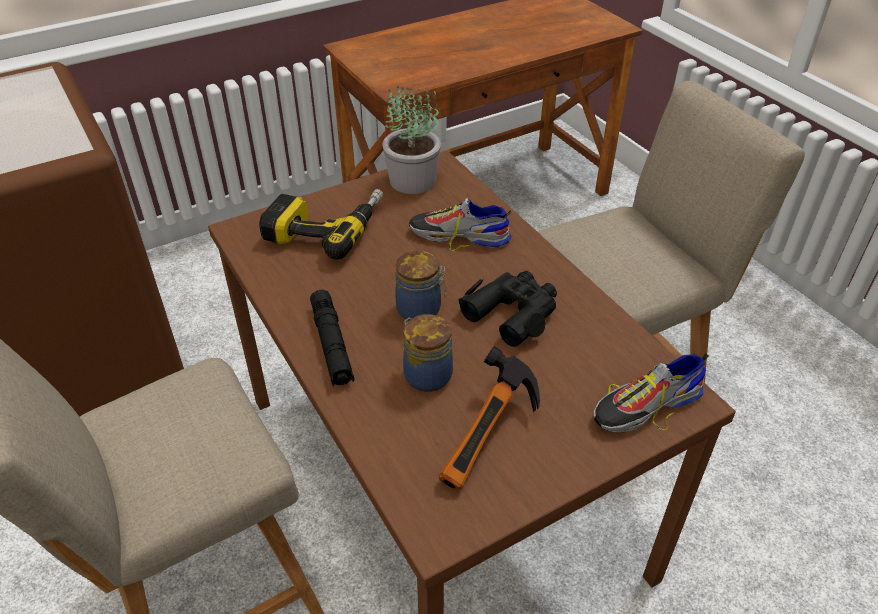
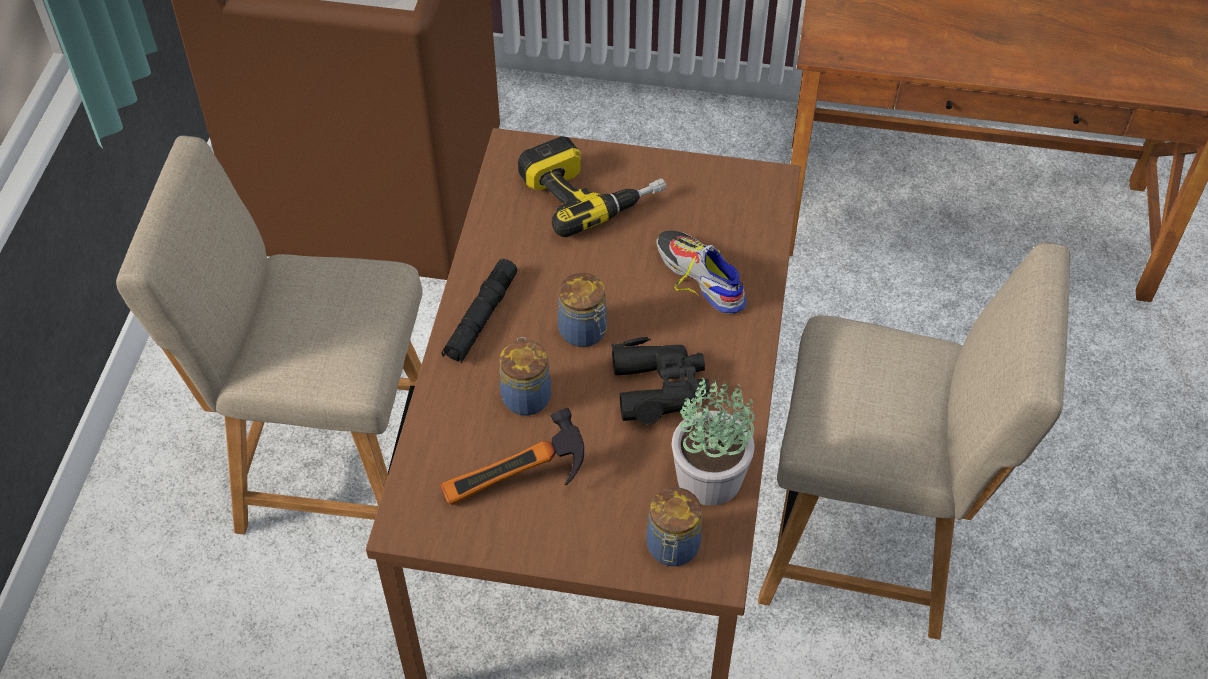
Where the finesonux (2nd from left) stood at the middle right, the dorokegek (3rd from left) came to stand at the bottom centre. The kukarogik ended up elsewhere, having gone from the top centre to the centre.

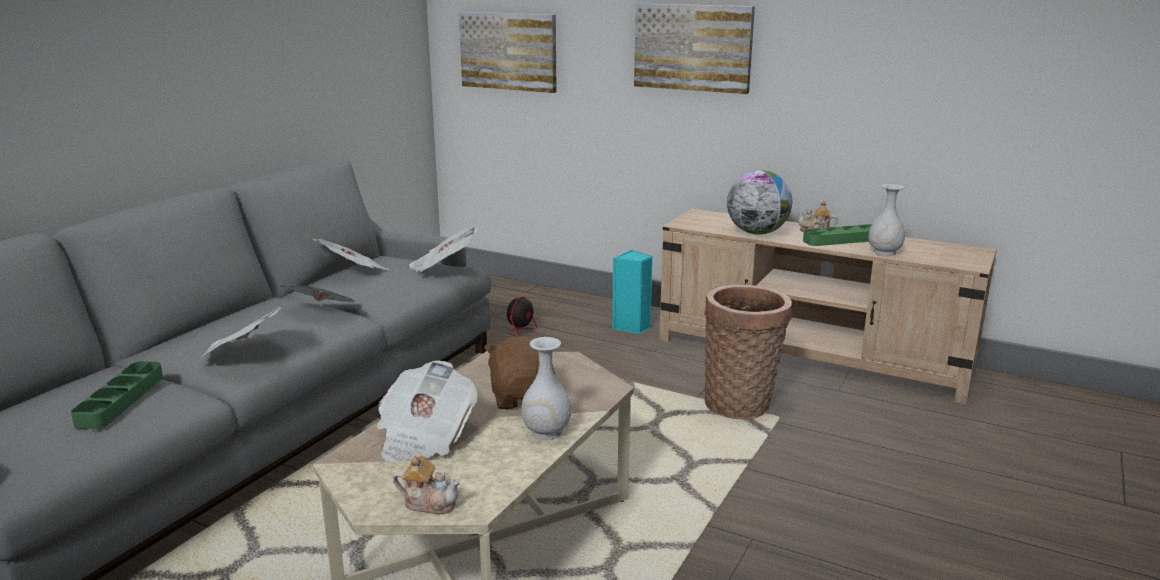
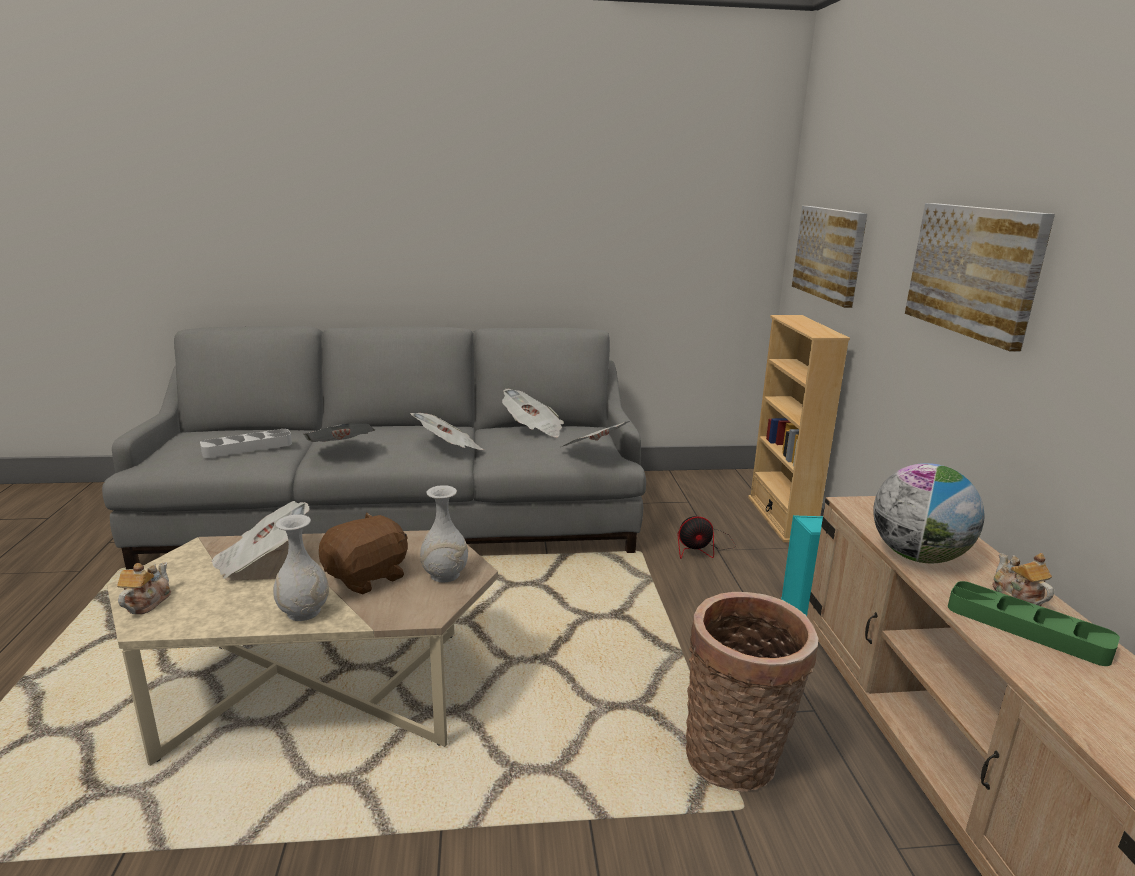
The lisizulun (1st from left) at the bottom centre ended up facing another way, 150 degrees counterclockwise from before. What was the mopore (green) (1st from left) at the bottom left turned into the mopore (grey) at the middle left. The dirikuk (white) (2nd from left) ended up elsewhere, having gone from the middle right to the centre. The second view gained the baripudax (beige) at the middle right.

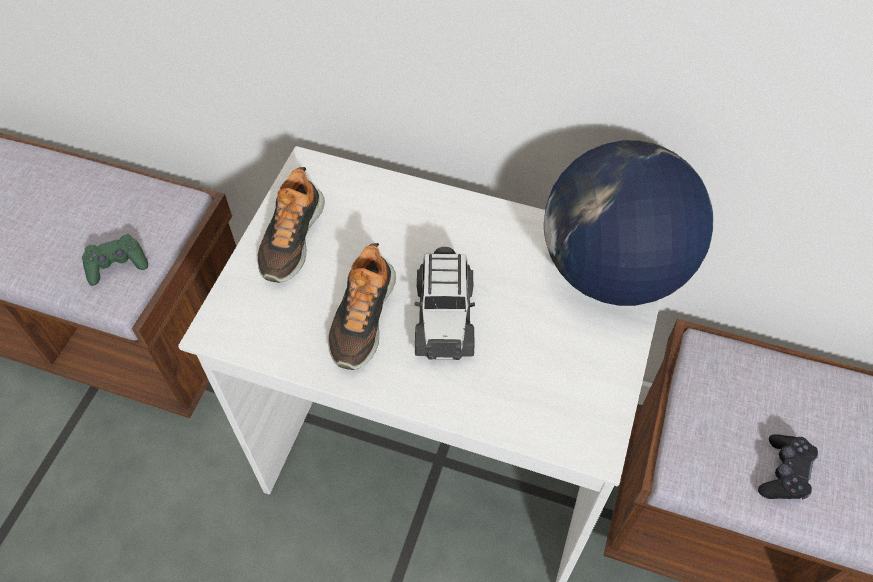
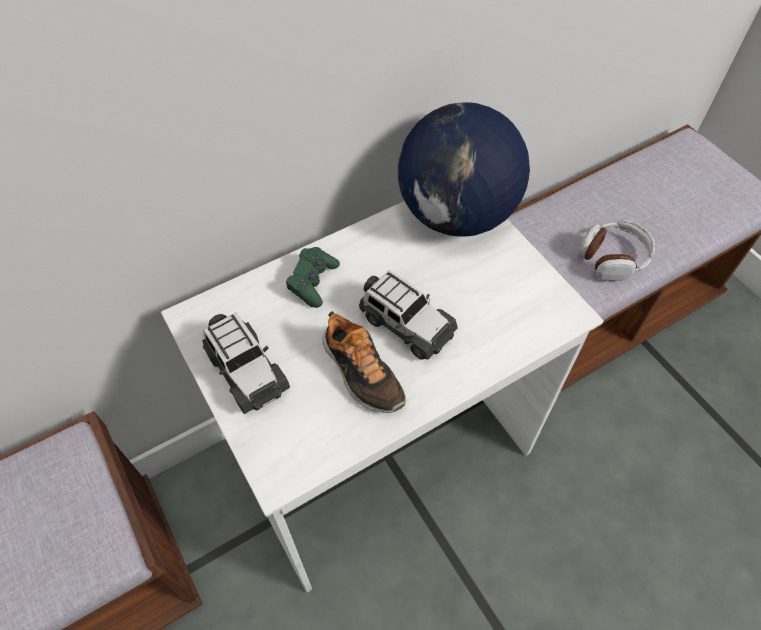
Where the finesonux (1st from left) stood at the centre, the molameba (1st from left) came to stand at the middle left. The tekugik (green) ended up elsewhere, having gone from the middle left to the centre. Where the tekugik (black) stood at the bottom right, the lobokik came to stand at the middle right.

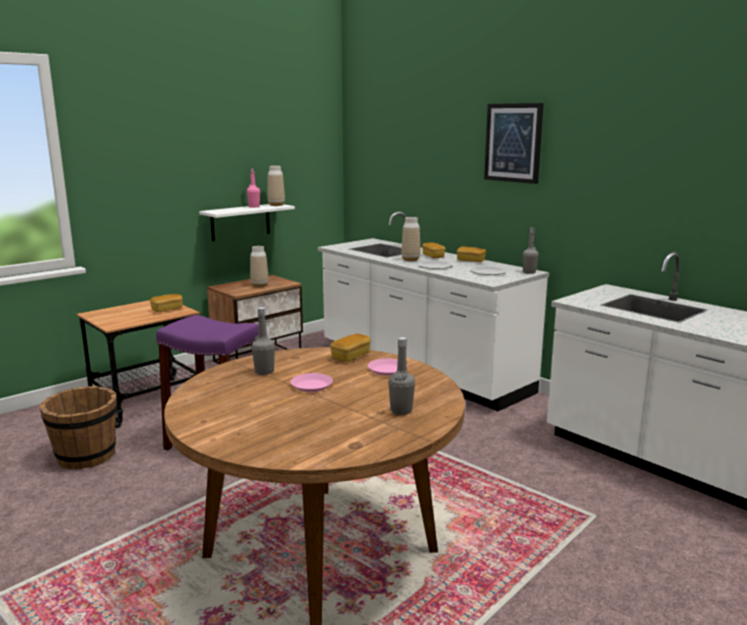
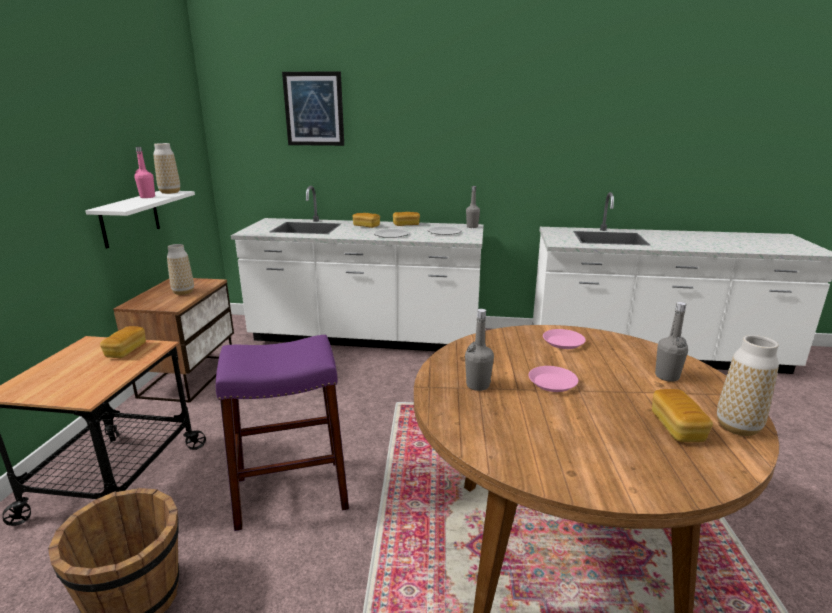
The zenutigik ended up elsewhere, having gone from the top right to the top centre. The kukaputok (2nd from left in the first image) ended up elsewhere, having gone from the centre to the bottom right. The dirikuk (3rd from left) ended up elsewhere, having gone from the centre to the middle right.

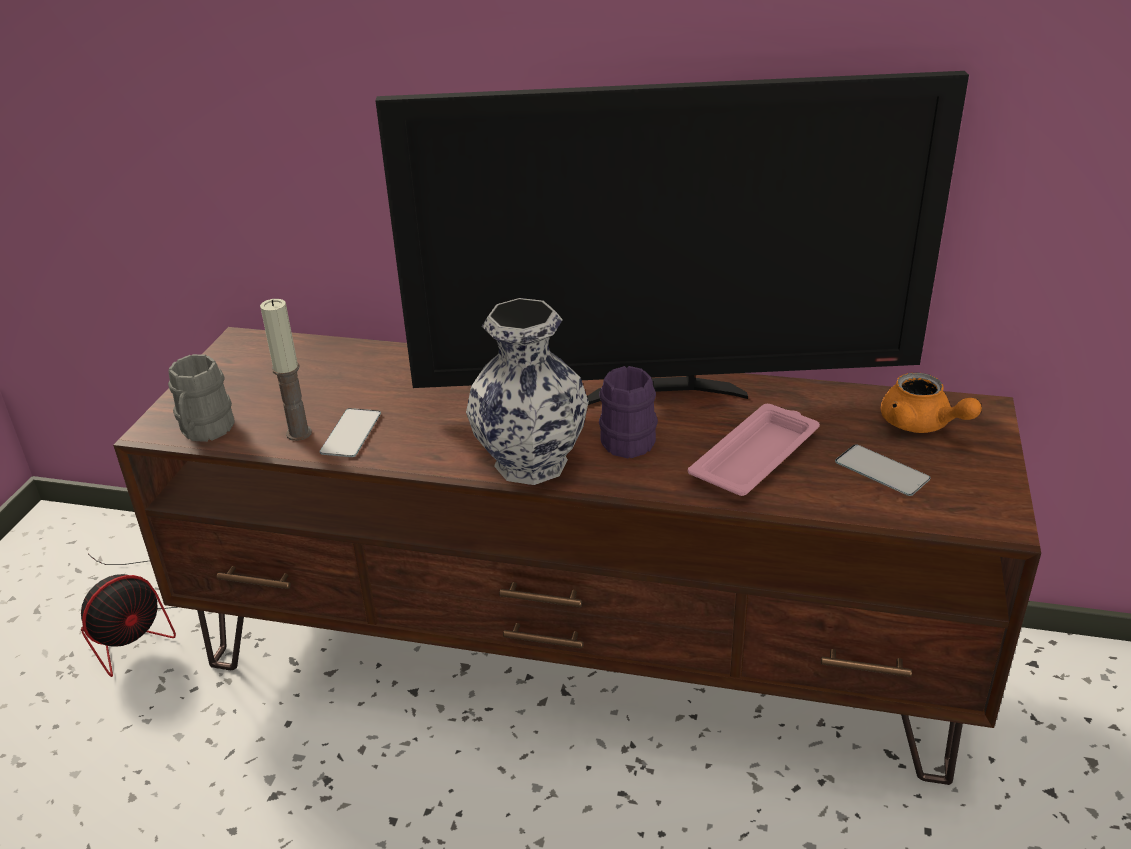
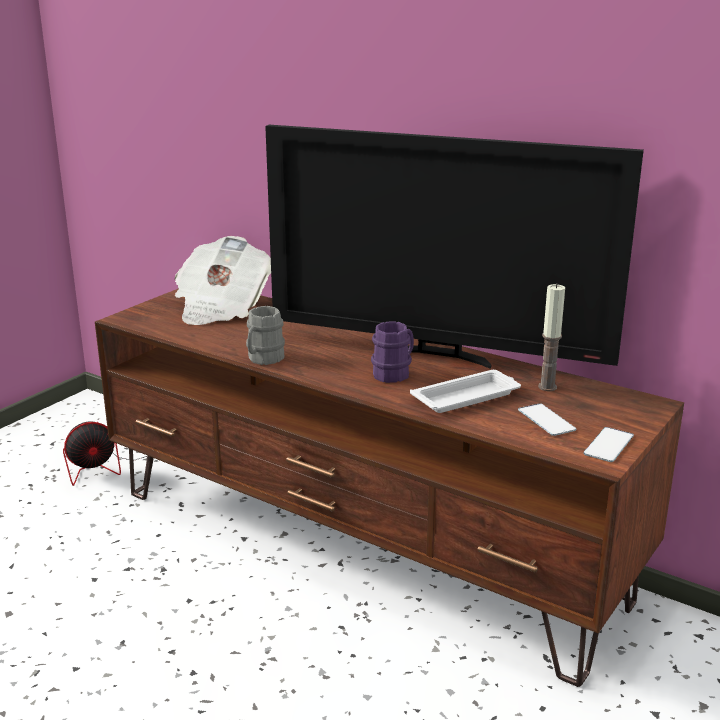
The second view gained the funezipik at the middle left. The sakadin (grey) ended up elsewhere, having gone from the middle left to the centre. What was the mopore (pink) at the middle right turned into the mopore (white) at the centre. The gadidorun ended up elsewhere, having gone from the middle left to the middle right. The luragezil (1st from left in the first image) ended up elsewhere, having gone from the middle left to the middle right. The second view lost the dirikuk at the centre. The second view lost the lisizulun (orange) at the middle right.

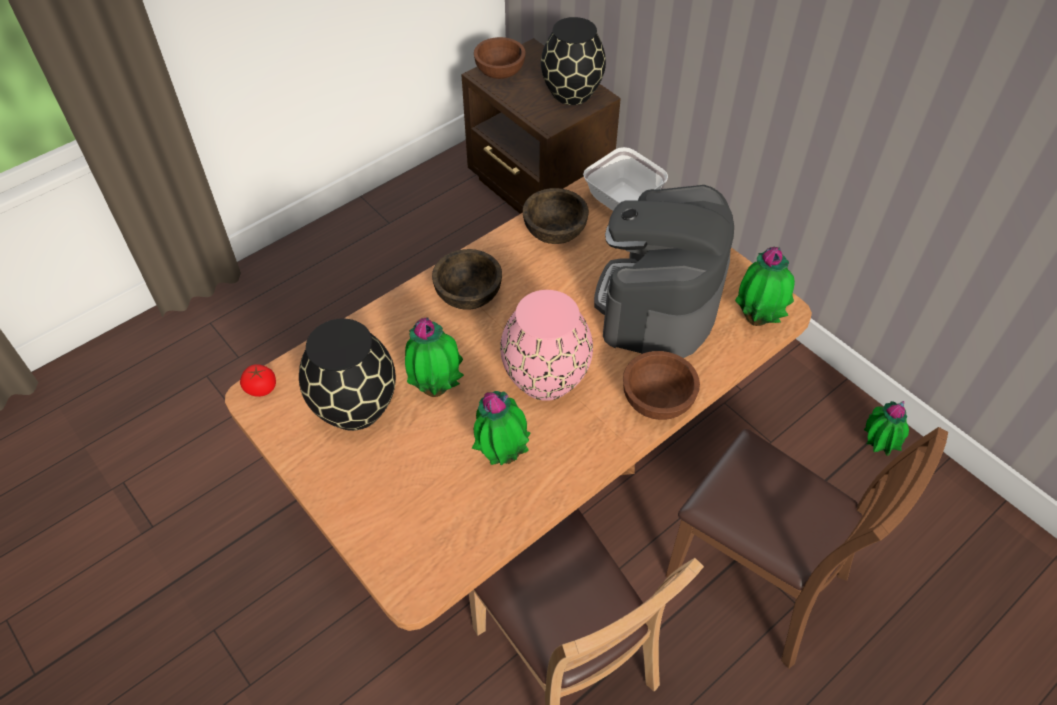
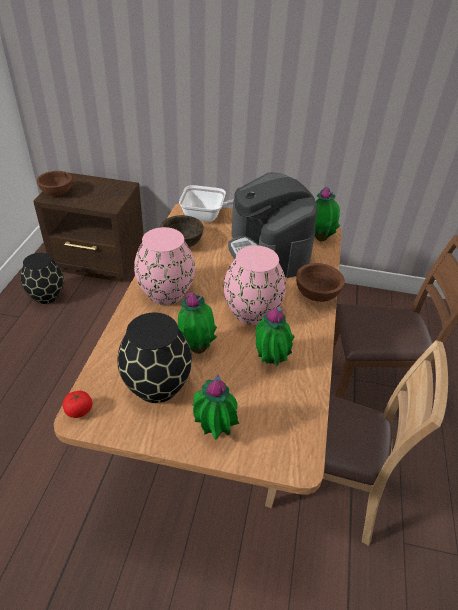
The dirikuk (black) (2nd from left in the first image) ended up elsewhere, having gone from the top centre to the middle left. Where the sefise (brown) (1st from left) stood at the centre, the dirikuk (pink) (1st from left) came to stand at the centre. The kukarogik (4th from left in the first image) ended up elsewhere, having gone from the middle right to the bottom centre.

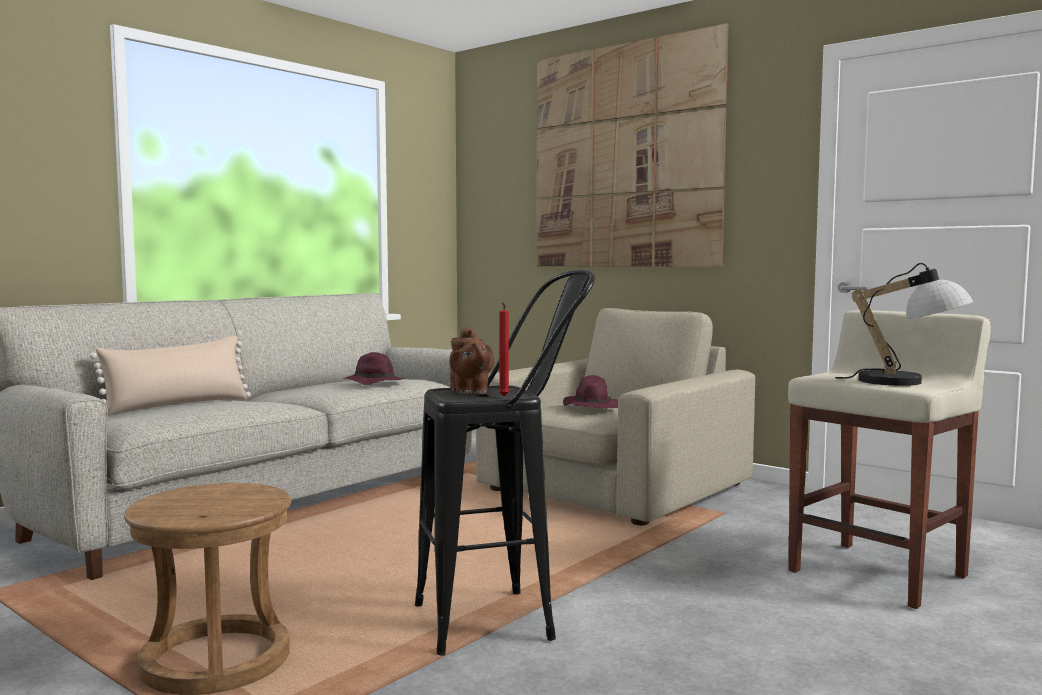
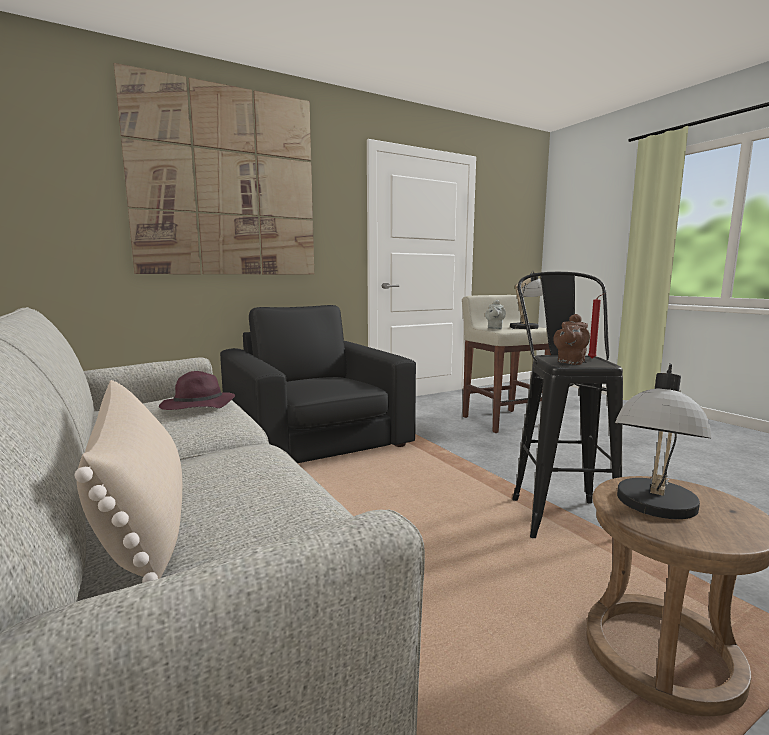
What was the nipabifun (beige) at the centre turned into the nipabifun (black) at the centre. The second view gained the lisizulun (grey) at the centre. The lisizulun (brown) at the centre ended up facing another way, 120 degrees clockwise from before. The second view gained the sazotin (2nd from left) at the middle right. The second view lost the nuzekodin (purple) (2nd from left) at the centre.

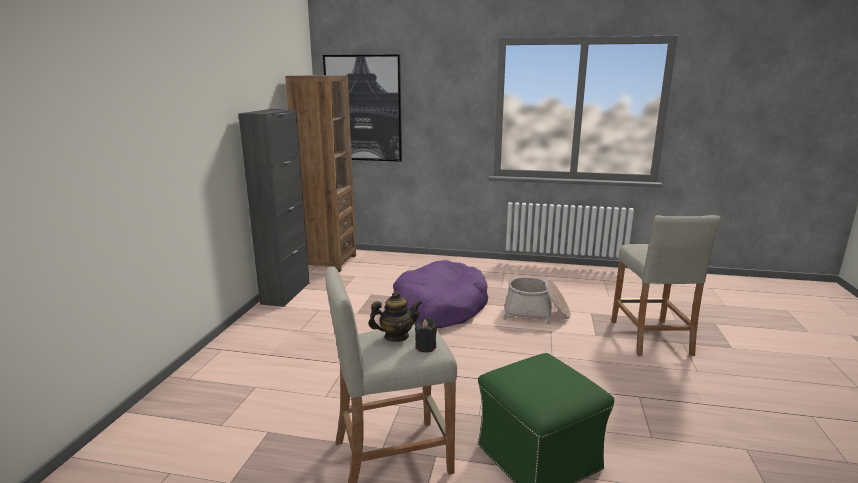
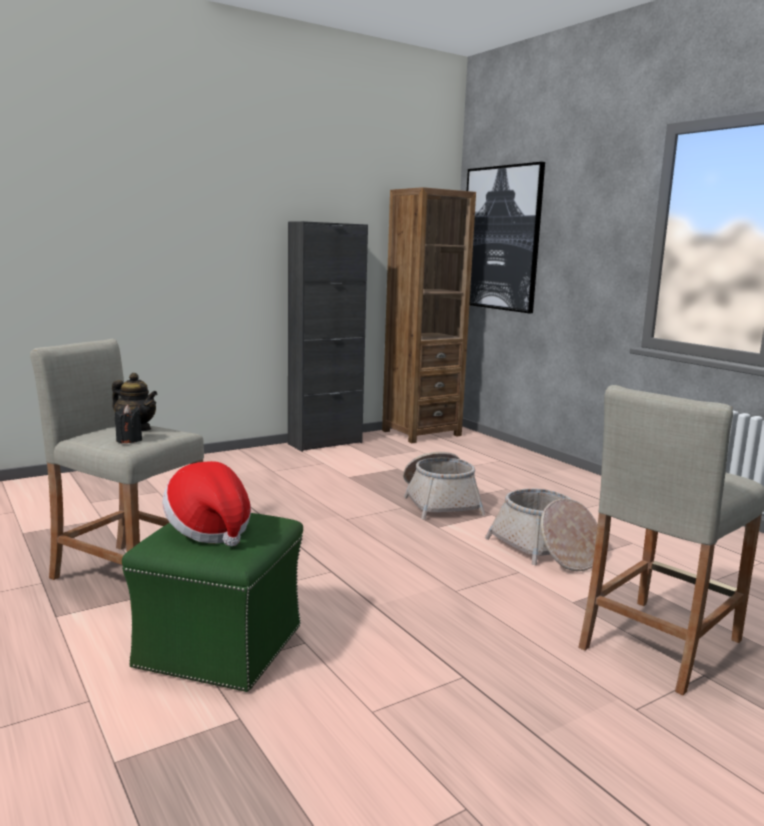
The second view gained the nuzekodin at the middle left. Where the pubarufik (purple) stood at the centre, the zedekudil (1st from left) came to stand at the centre.

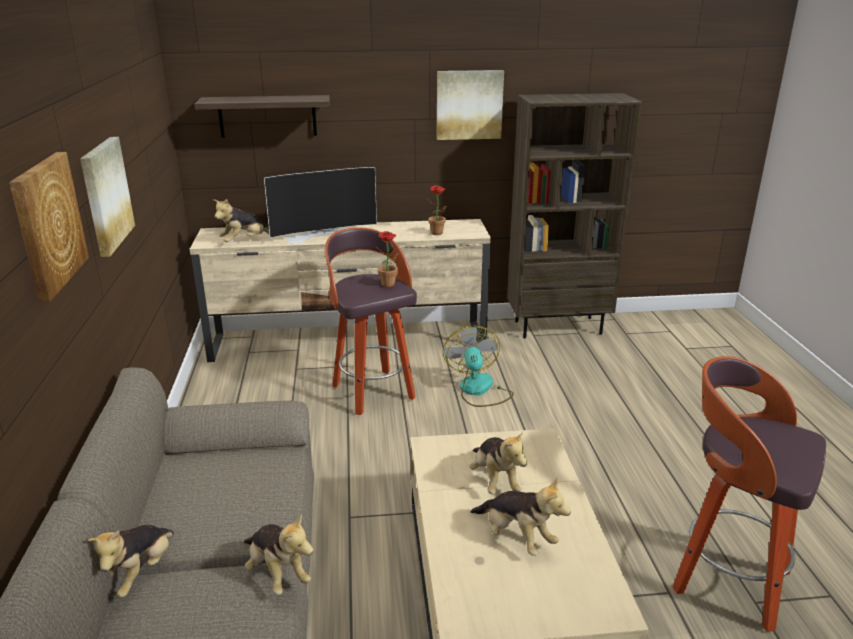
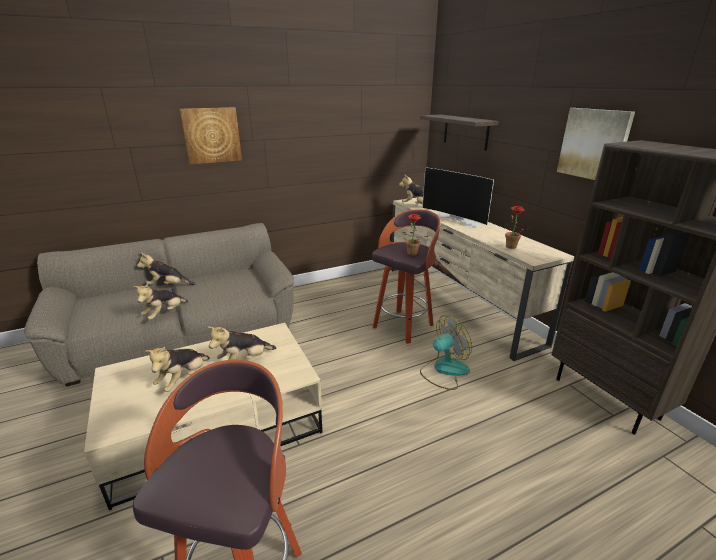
The second view lost the zenutigik (2nd from left) at the top left.

